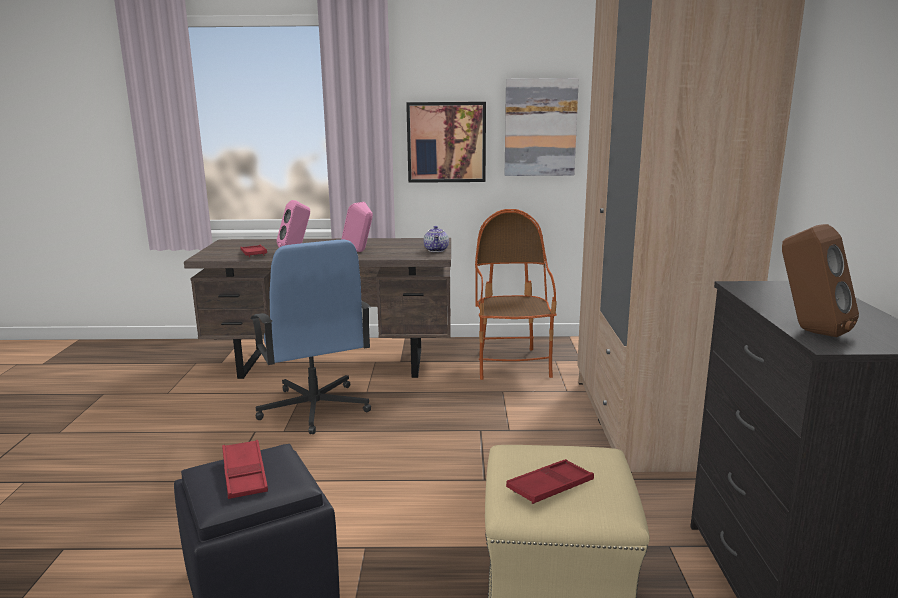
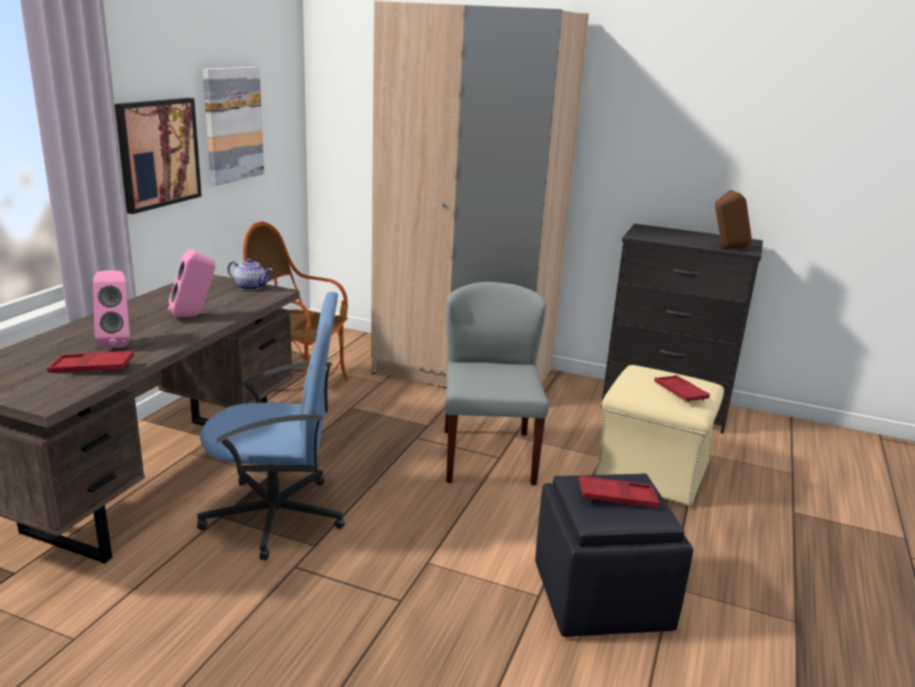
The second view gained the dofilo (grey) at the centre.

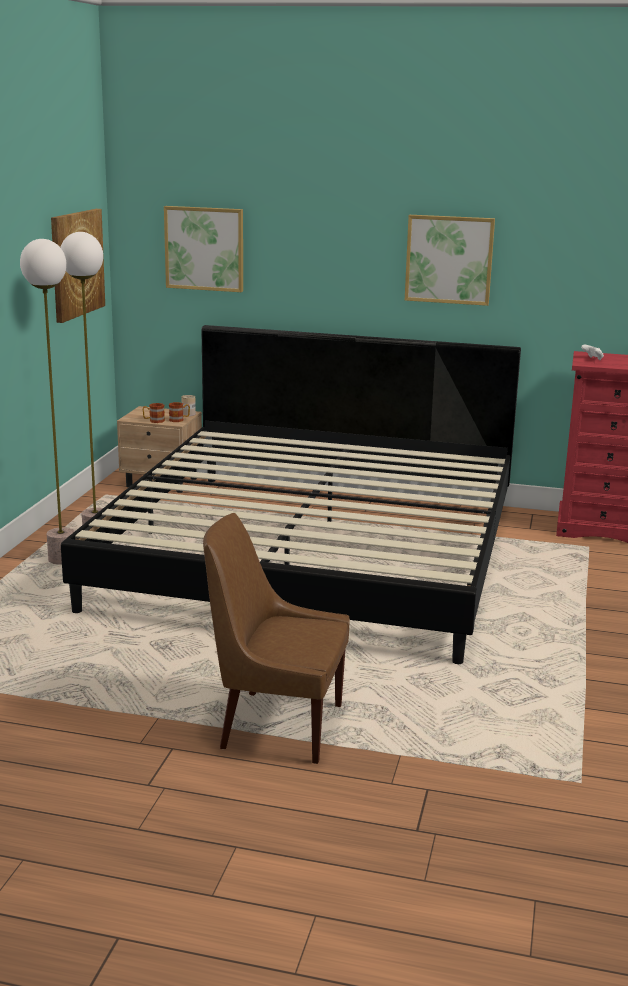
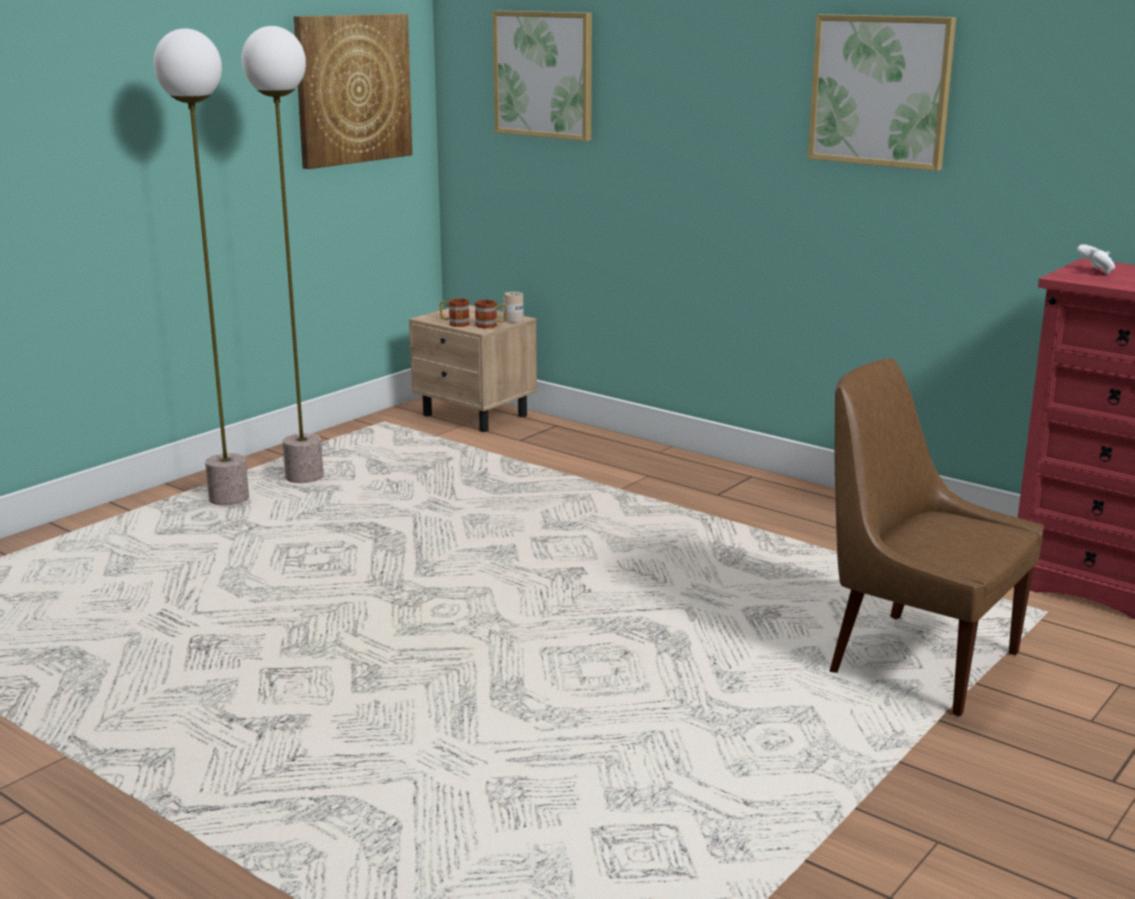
The dofilo (brown) ended up elsewhere, having gone from the centre to the middle right. The second view lost the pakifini at the centre.

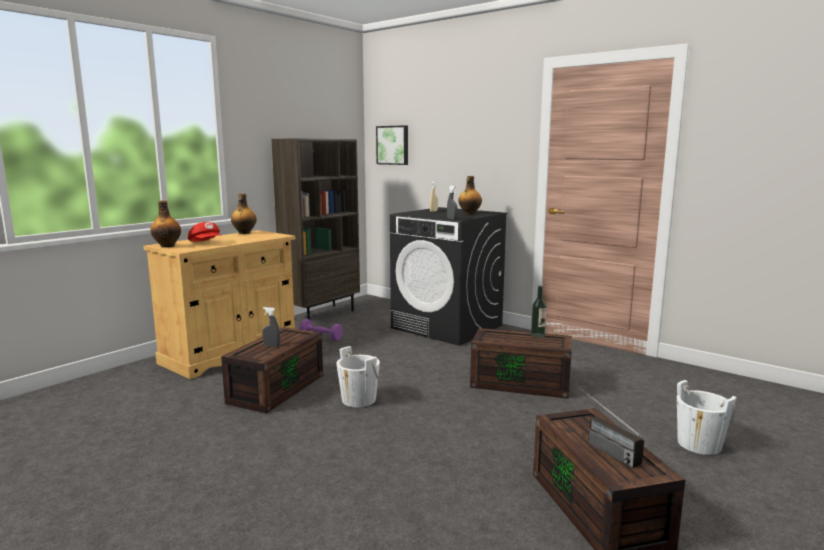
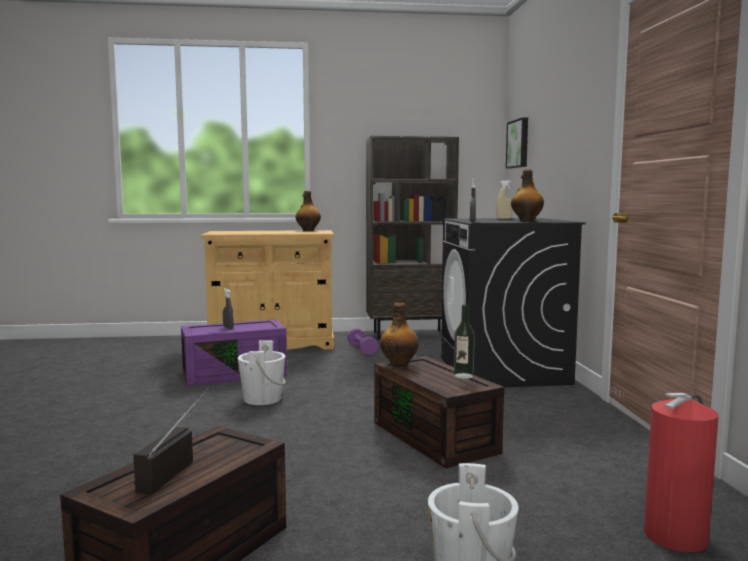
What was the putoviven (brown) (1st from left) at the bottom left turned into the putoviven (purple) at the middle left. The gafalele (1st from left in the first image) ended up elsewhere, having gone from the middle left to the centre. The second view gained the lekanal at the bottom right. The second view lost the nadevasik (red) at the middle left.

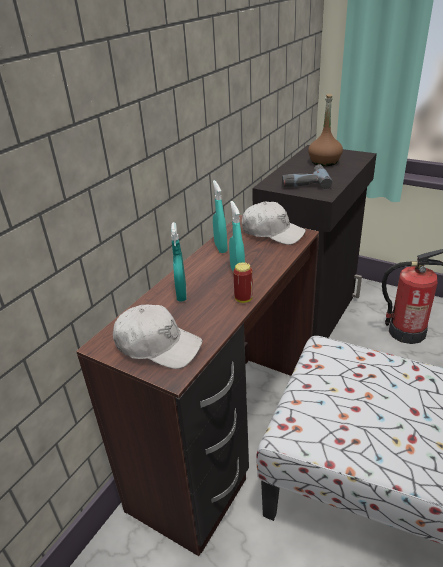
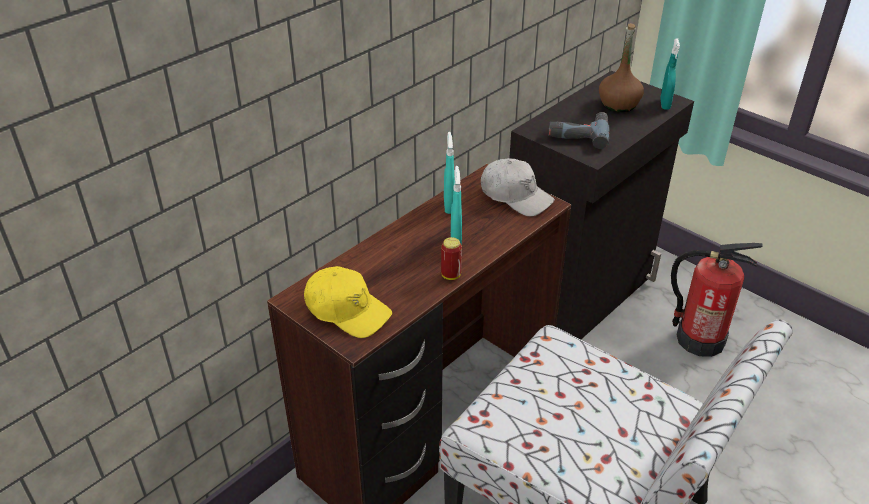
What was the nadevasik (white) (1st from left) at the centre turned into the nadevasik (yellow) at the centre. The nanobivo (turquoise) (1st from left in the first image) ended up elsewhere, having gone from the centre to the top right.

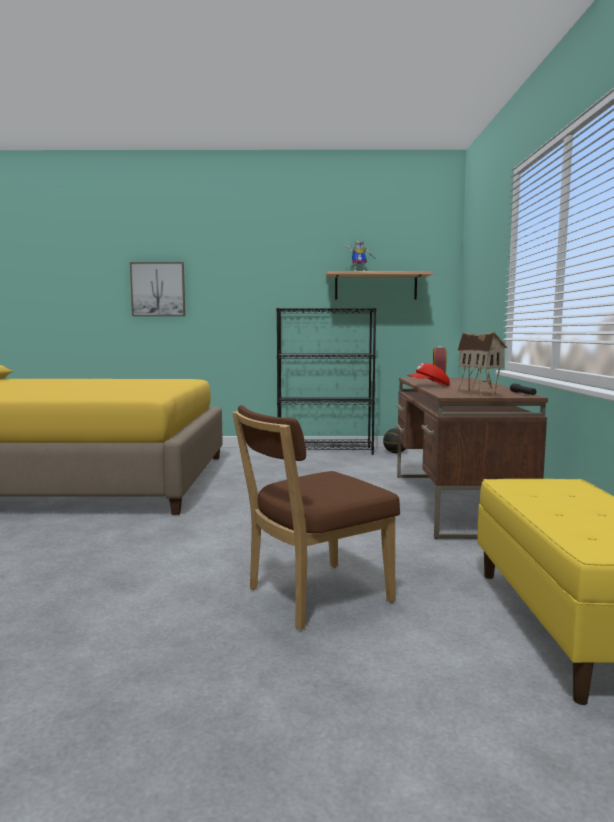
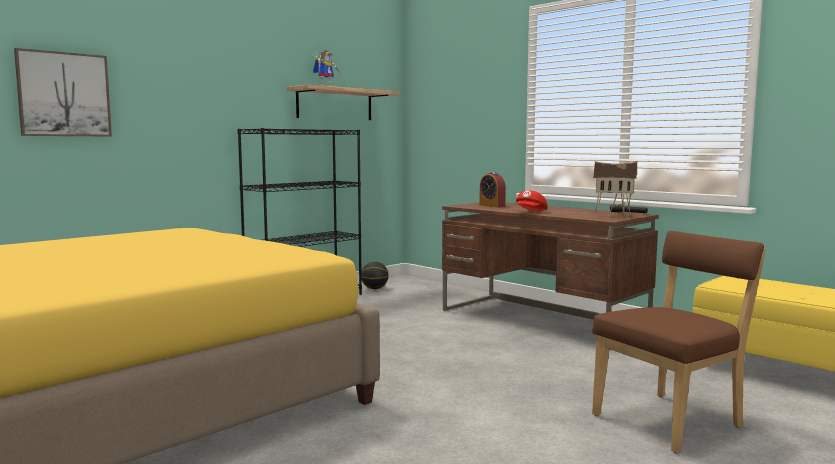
The dofilo (brown) at the centre ended up facing another way, 135 degrees counterclockwise from before.

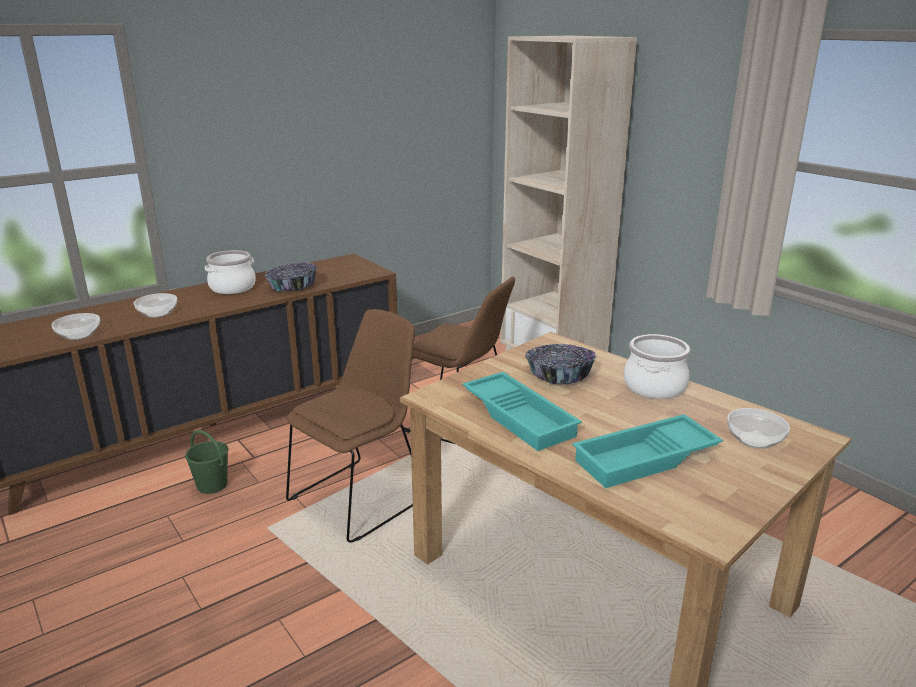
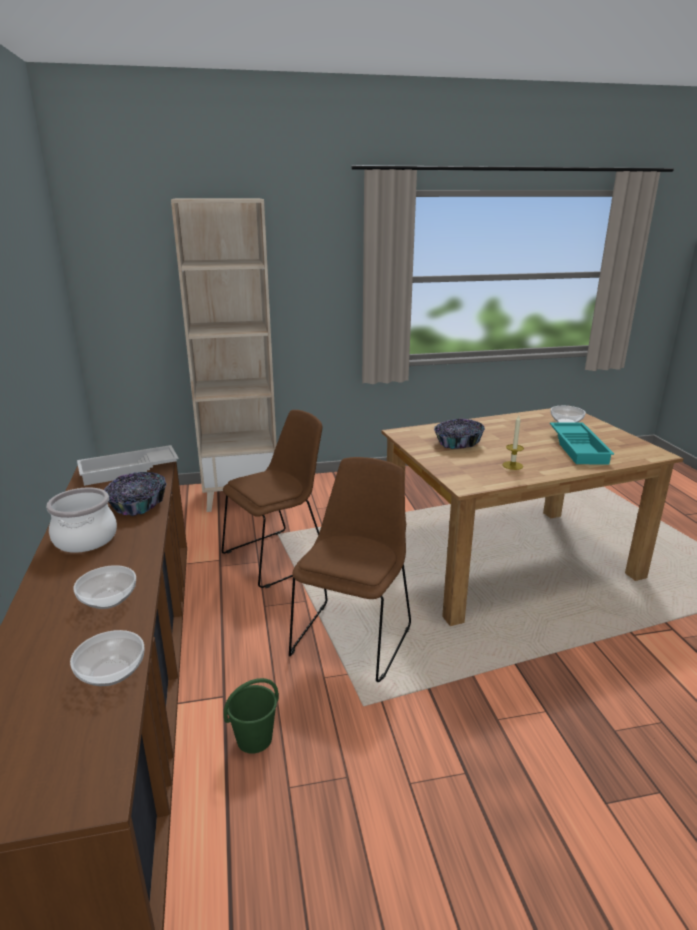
The second view gained the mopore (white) at the middle left. The dofilo (brown) (1st from left in the first image) at the centre ended up facing another way, 45 degrees clockwise from before. Where the mopore (turquoise) (1st from left) stood at the centre, the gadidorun came to stand at the middle right. The second view lost the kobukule (2nd from left) at the middle right.

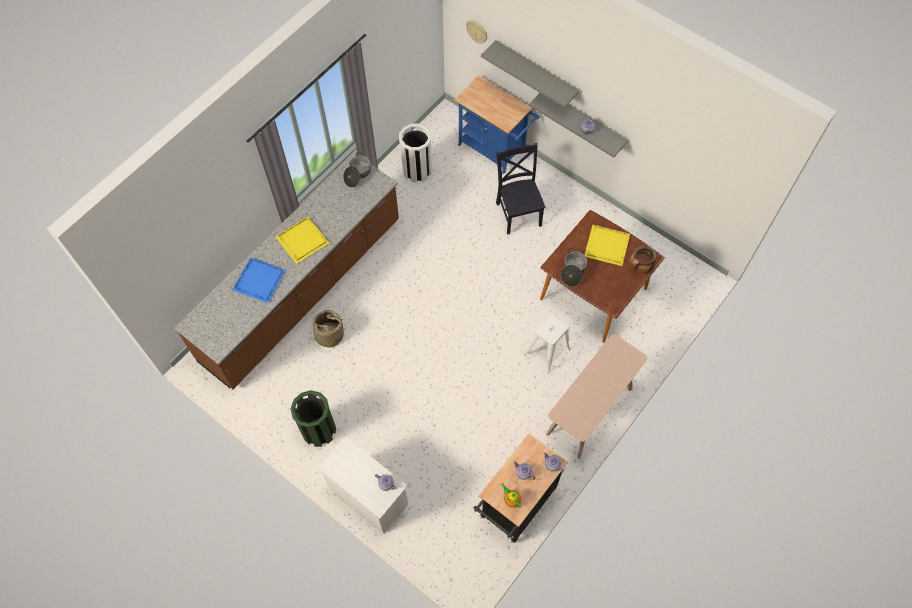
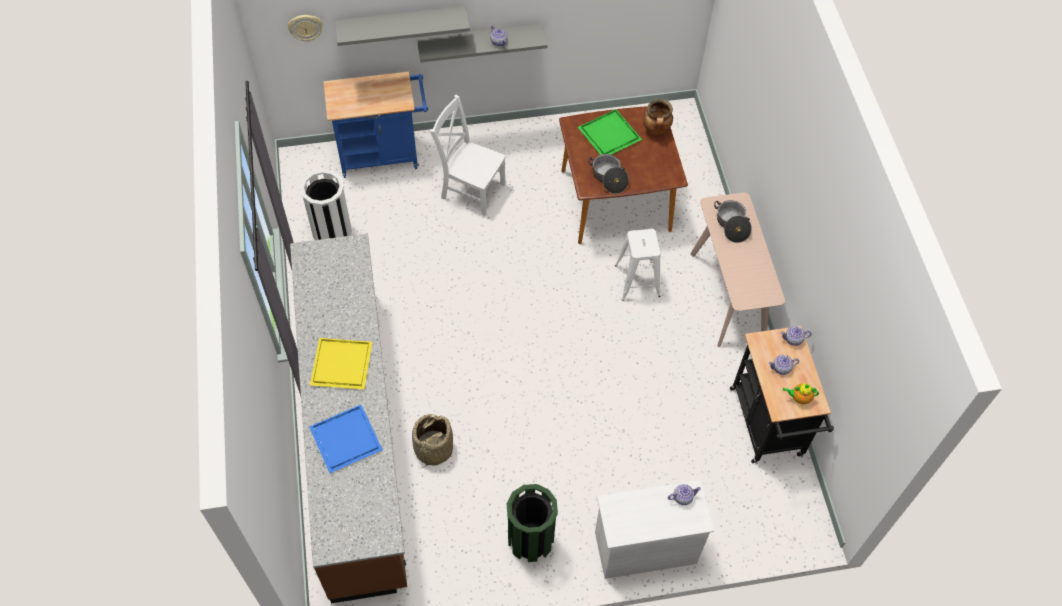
What was the dofilo (black) at the top centre turned into the dofilo (white) at the top centre. What was the mopore (yellow) (2nd from left) at the centre turned into the mopore (green) at the top centre. The kobukule (1st from left in the first image) ended up elsewhere, having gone from the top centre to the middle right.

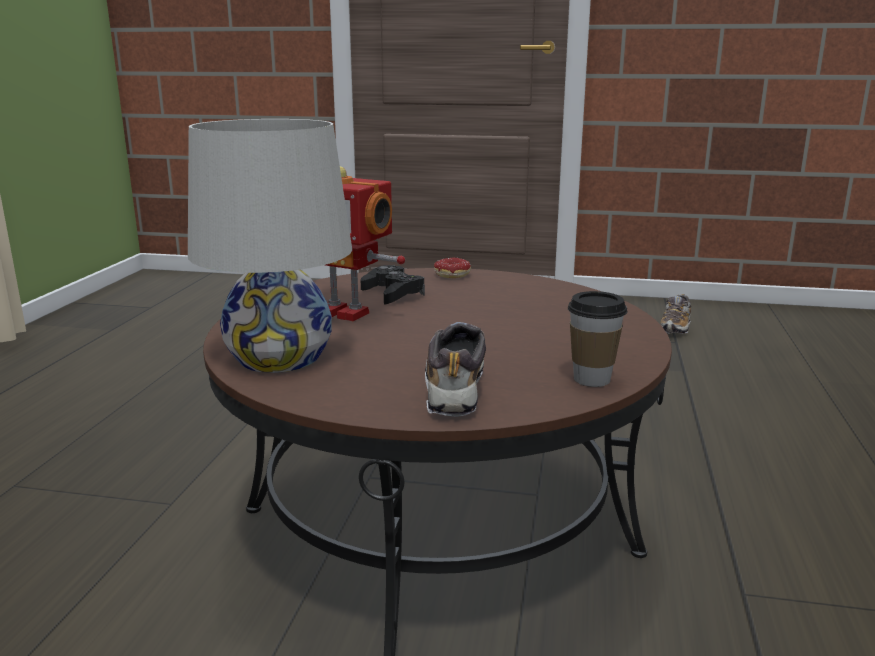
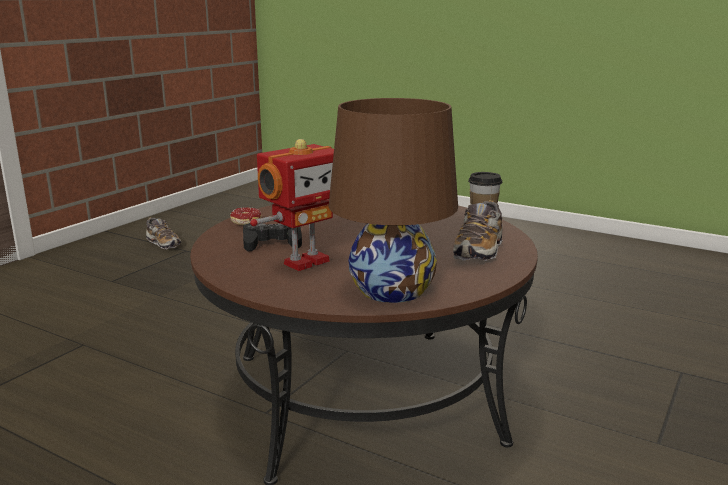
What was the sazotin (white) at the middle left turned into the sazotin (brown) at the centre. The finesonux (1st from left in the first image) at the centre ended up facing another way, 90 degrees counterclockwise from before.

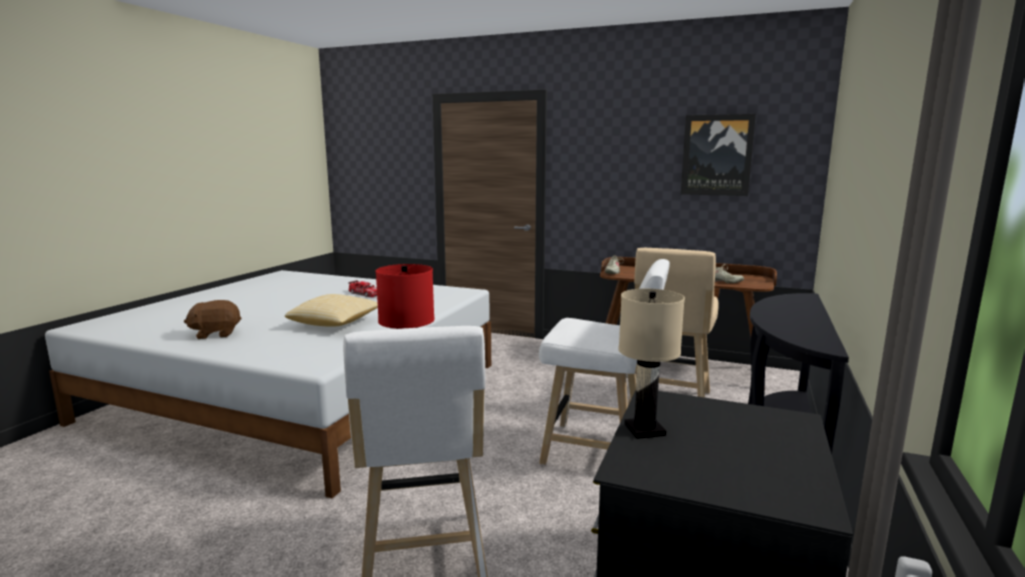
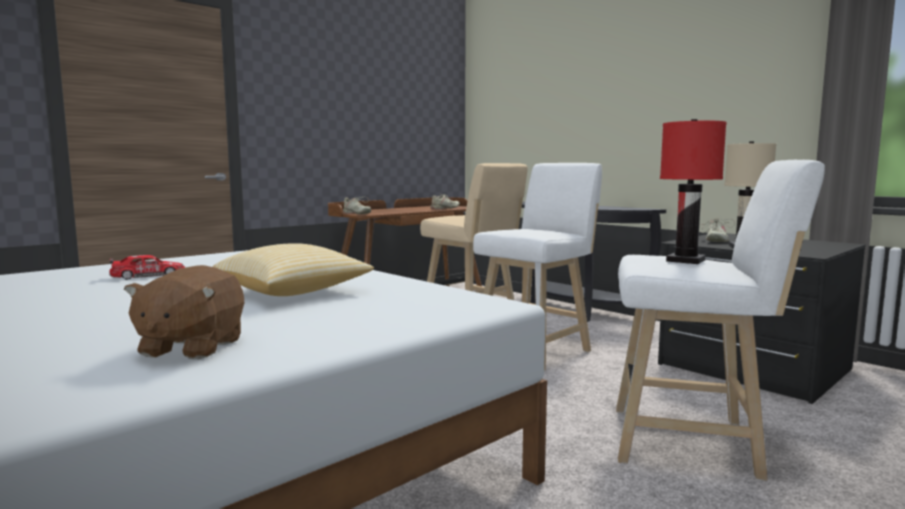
The second view gained the finesonux (beige) (3rd from left) at the middle right. The second view lost the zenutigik at the top right.

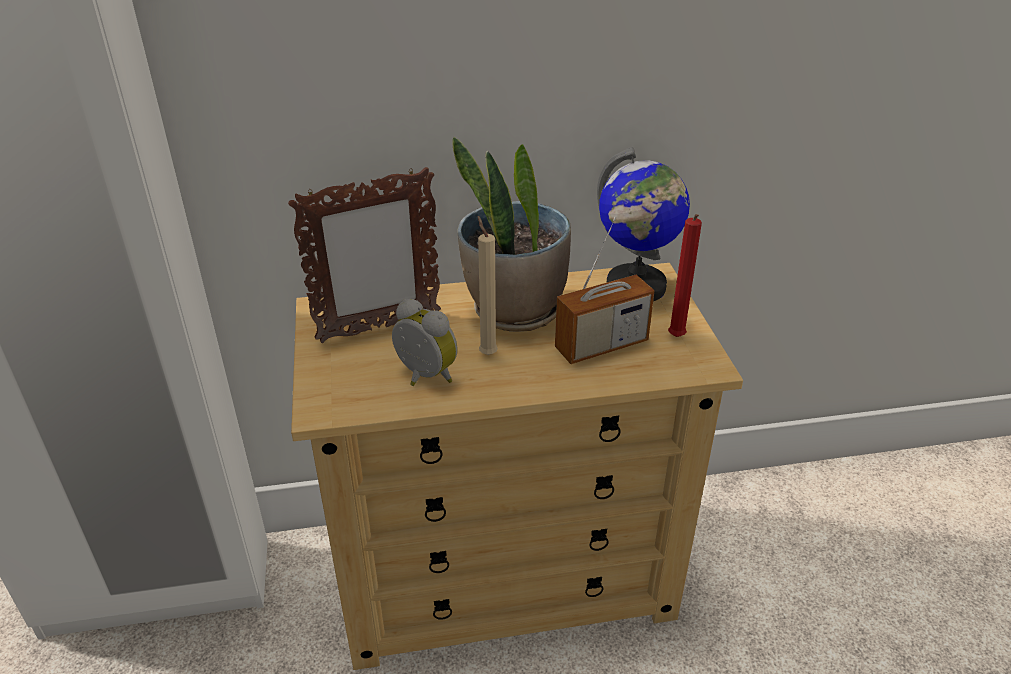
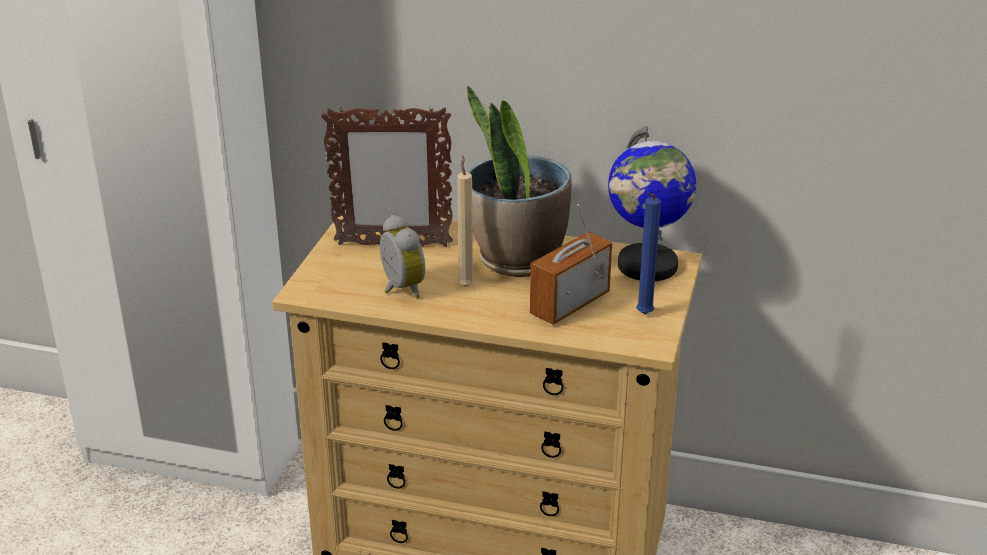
The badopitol at the centre ended up facing another way, 135 degrees clockwise from before. What was the gadidorun (red) at the middle right turned into the gadidorun (blue) at the centre.

